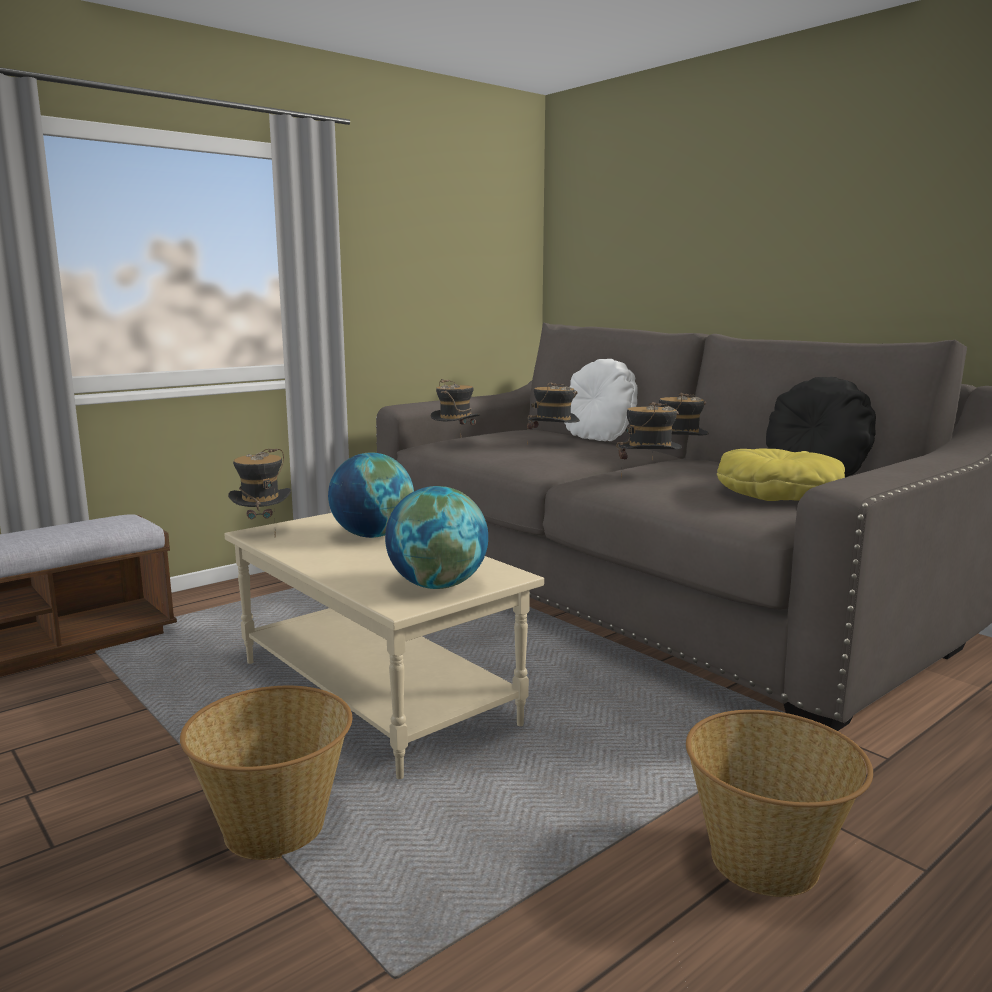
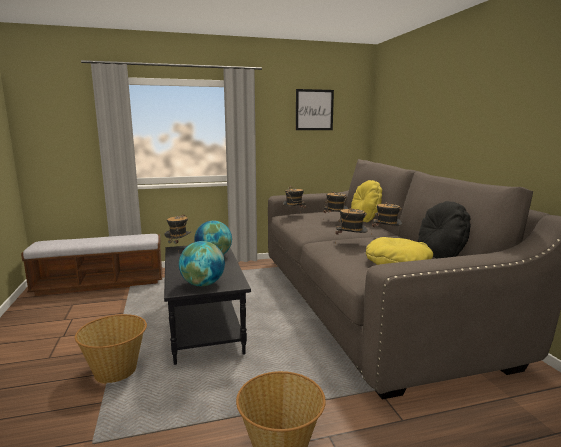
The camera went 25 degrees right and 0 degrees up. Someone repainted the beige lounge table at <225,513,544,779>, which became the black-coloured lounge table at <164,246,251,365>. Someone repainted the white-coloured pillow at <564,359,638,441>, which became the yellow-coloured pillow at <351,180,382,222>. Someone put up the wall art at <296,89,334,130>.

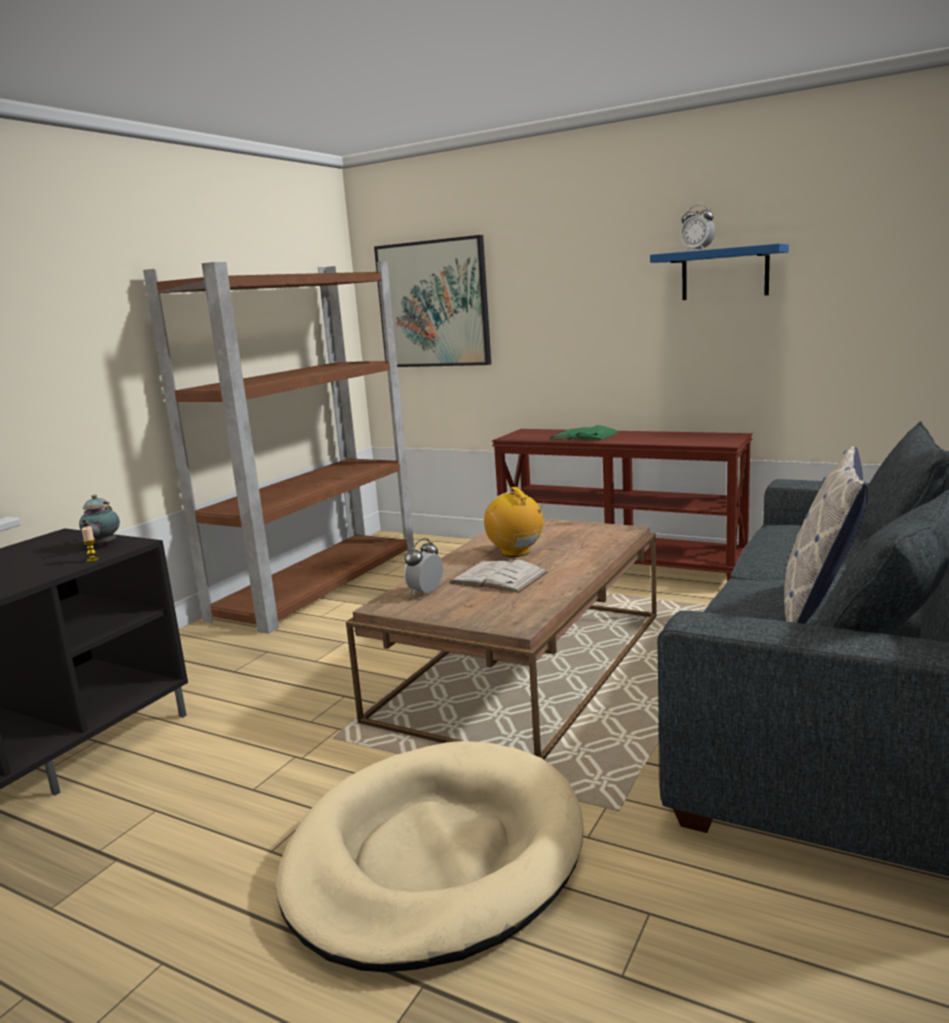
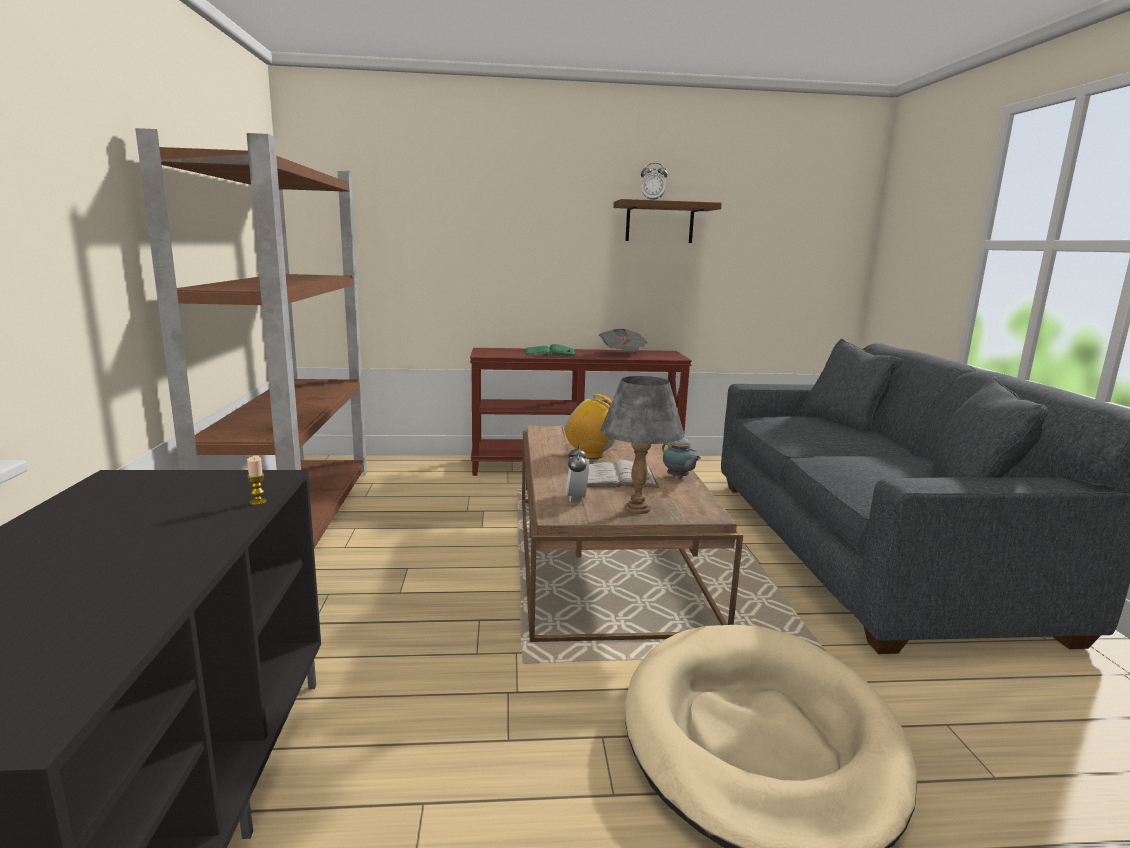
The camera went 35 degrees left and 0 degrees up. Someone carried the teapot from <79,495,120,546> to <662,437,701,479>. Someone took away the wall art at <374,235,491,367>. Someone repainted the bluish shelf at <650,244,789,300>, which became the brownish shelf at <613,199,722,243>. Someone took away the pillow at <784,446,868,624>. Someone put down the newspaper at <599,329,647,351>. Someone put down the grey table lamp at <600,376,684,514>.

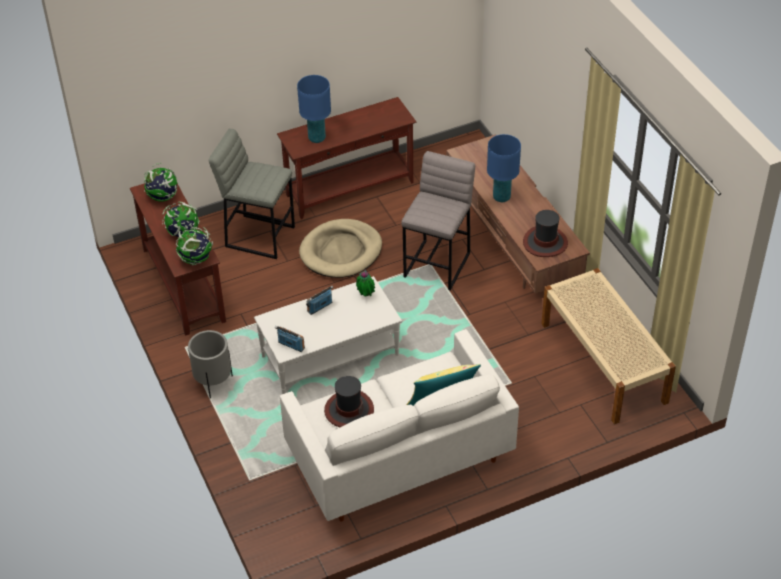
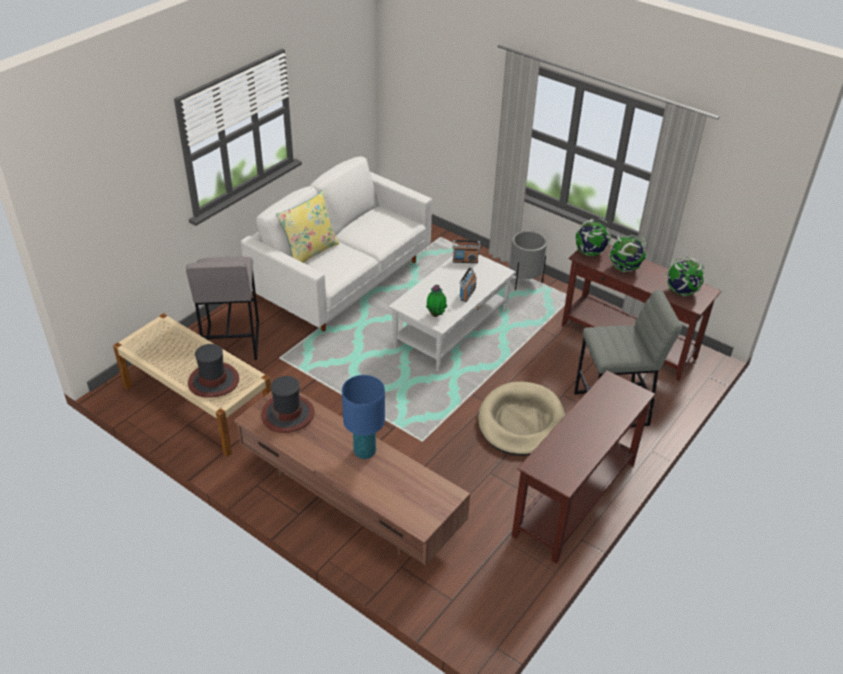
The camera went 150 degrees right and 5 degrees down. Someone took away the bluish table lamp at <297,75,331,143>. Someone carried the clothing hat from <324,376,374,427> to <188,344,239,398>. Someone carried the grey sitting stool from <401,151,475,291> to <186,257,259,360>.

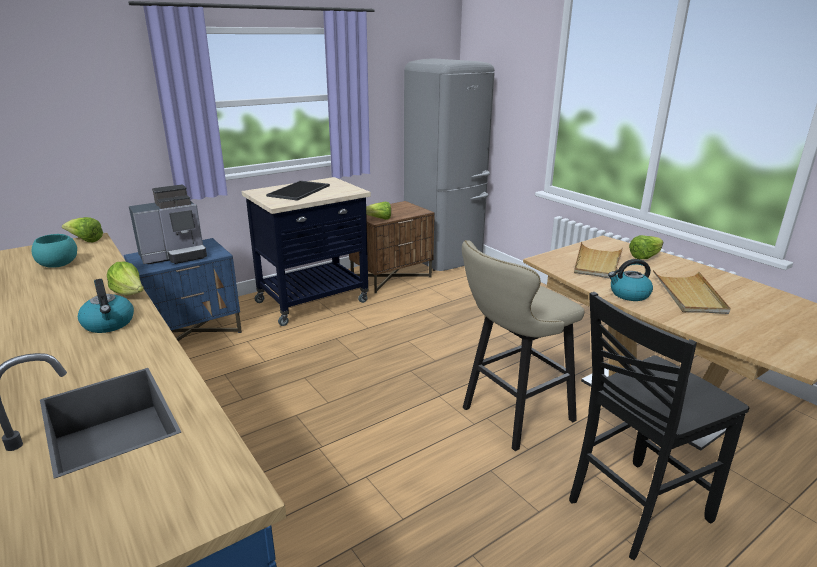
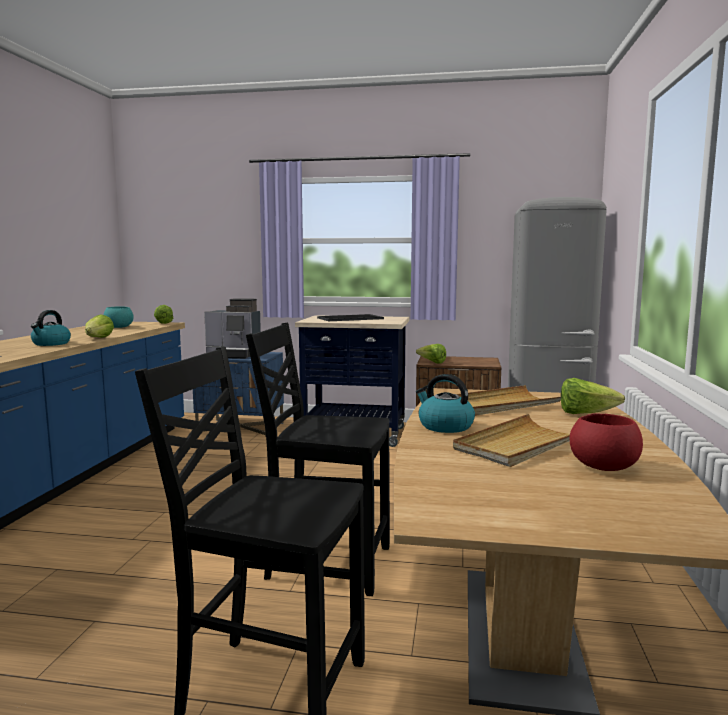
The camera went 45 degrees right and 15 degrees down. Someone swapped the beige sitting stool at <462,240,585,451> for the black-coloured plain chair at <246,323,390,596>. Someone put down the red serving bowl at <569,413,643,471>.

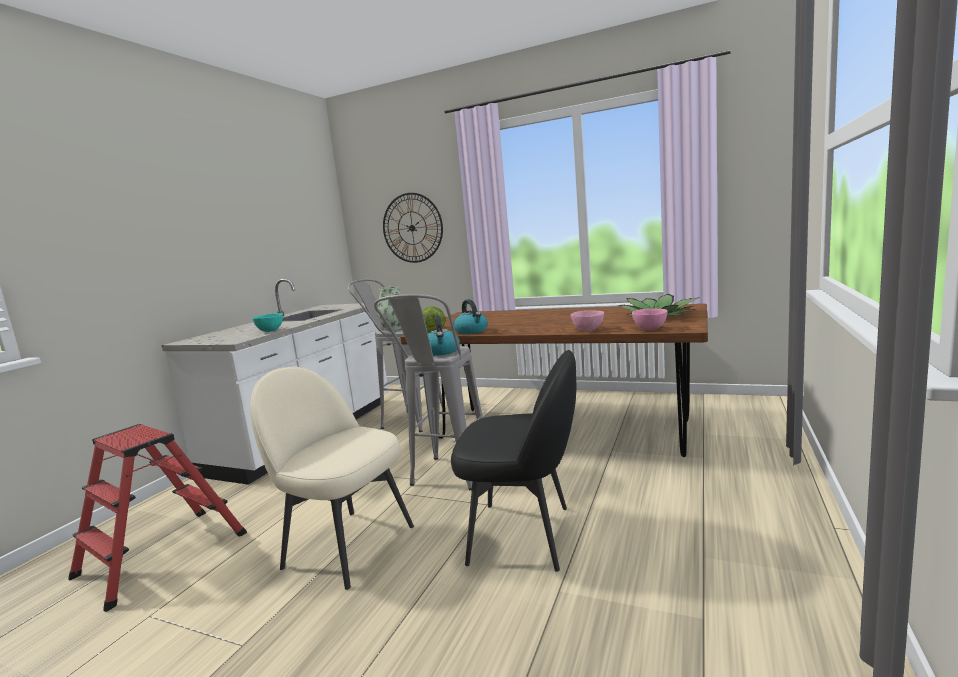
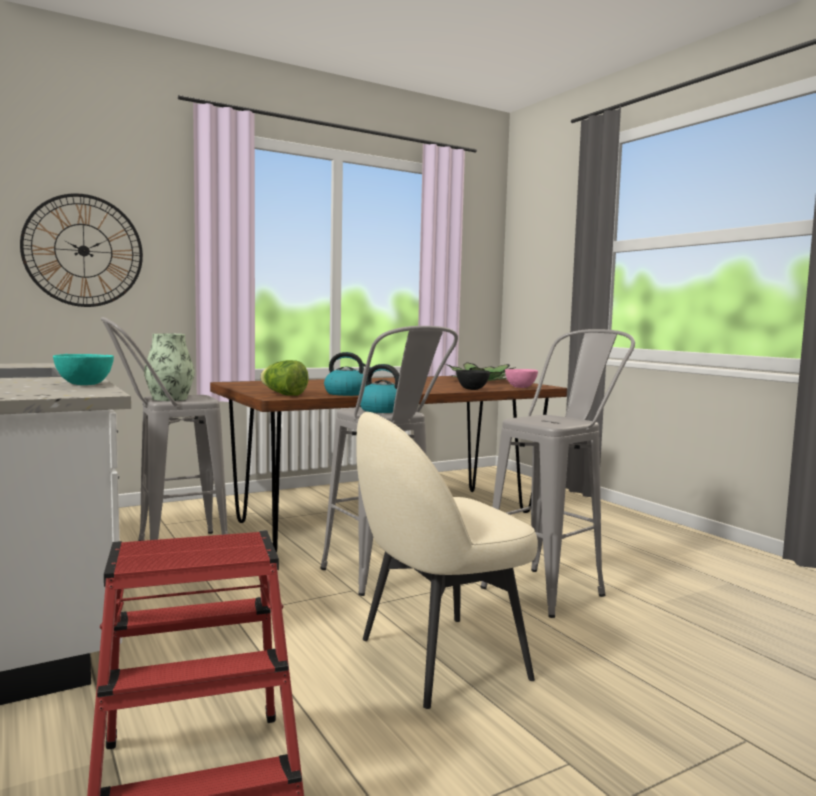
The camera went 55 degrees left and 5 degrees down. Someone swapped the black-coloured plain chair at <451,350,576,572> for the grey sitting stool at <481,329,635,618>. Someone repainted the pinkish serving bowl at <571,310,604,332>, which became the black-coloured serving bowl at <456,370,490,390>.

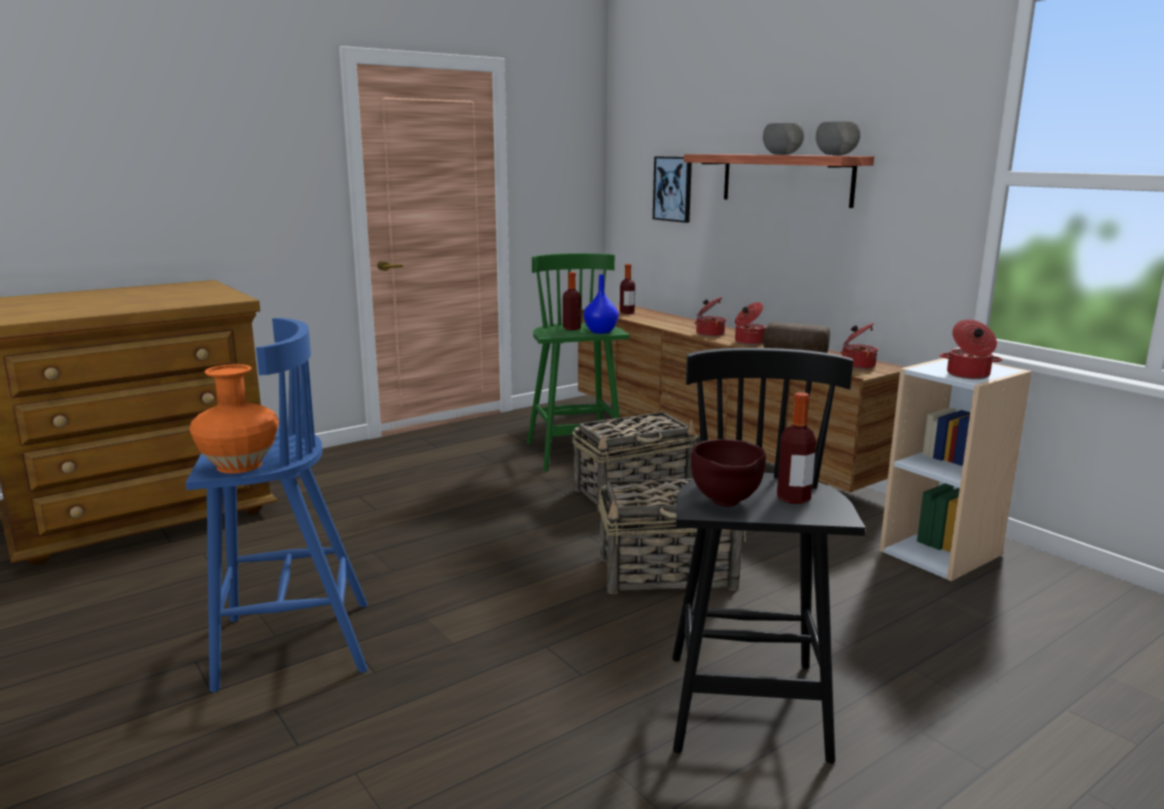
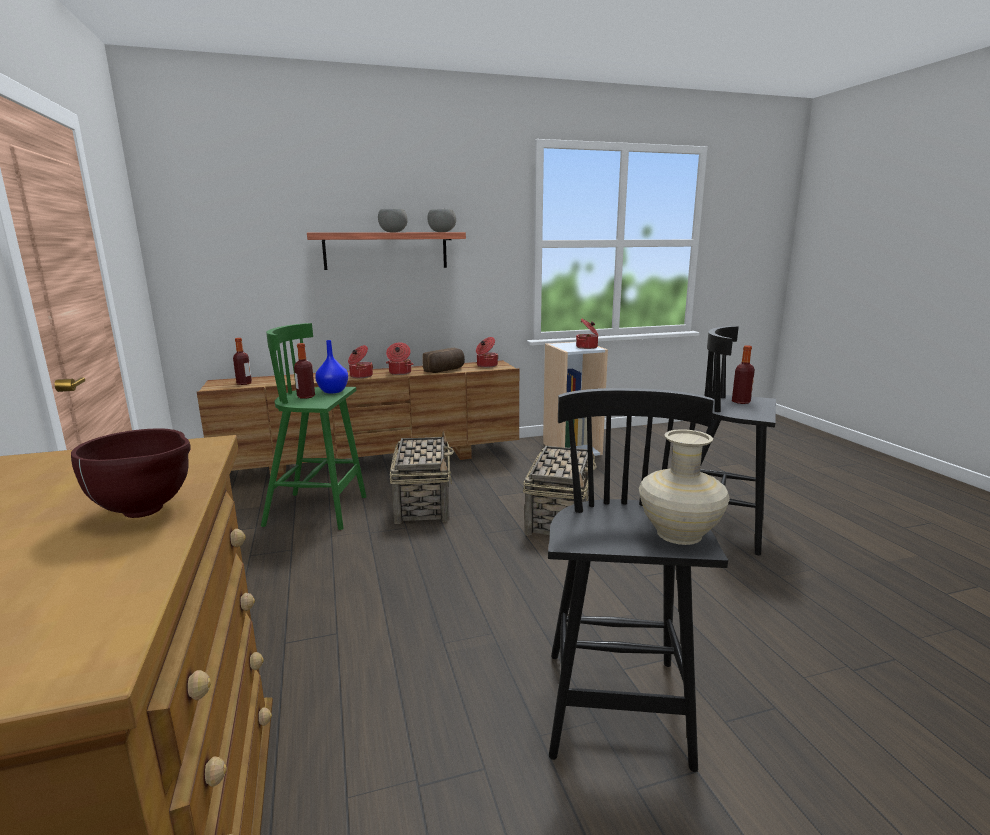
The camera went 70 degrees left and 0 degrees up. Someone repainted the bluish sitting stool at <185,318,368,692>, which became the black-coloured sitting stool at <548,388,728,772>. Someone repainted the orange-coloured decorative vase at <189,364,279,474>, which became the beige decorative vase at <639,429,730,545>. Someone took away the wall art at <653,156,692,223>. Someone carried the brownish serving bowl from <691,439,766,507> to <71,428,191,518>.

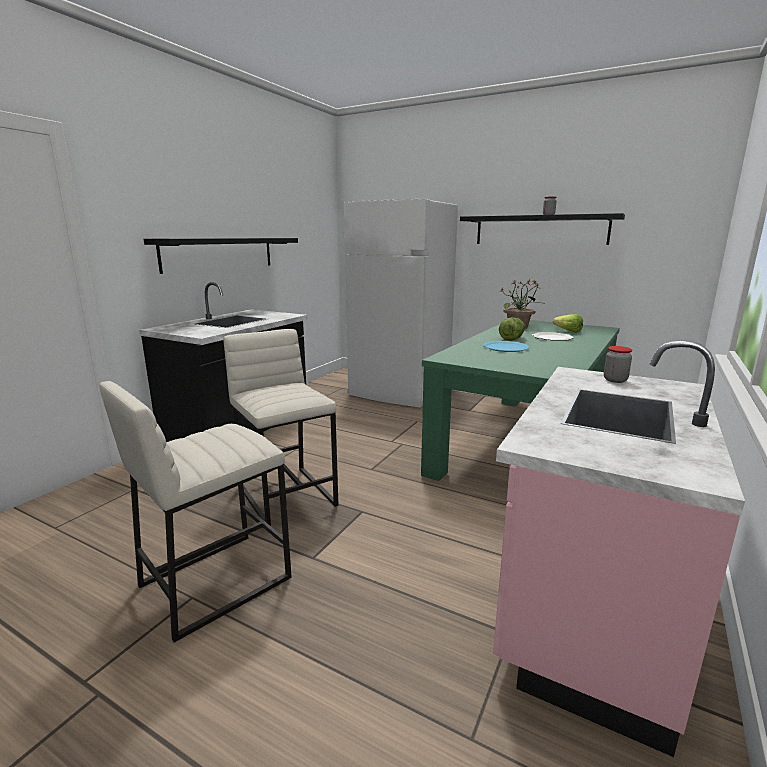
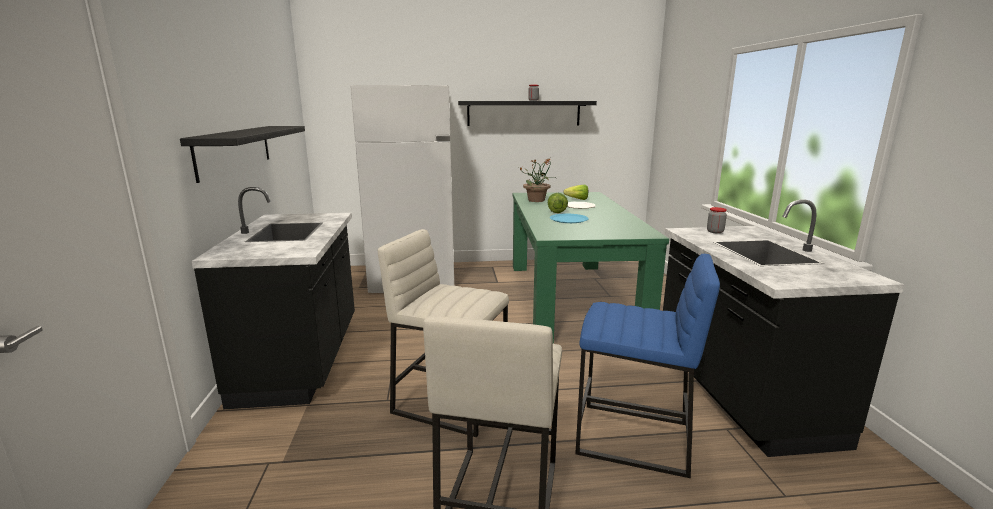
The camera went 35 degrees left and 0 degrees up. Someone repainted the pinkish counter at <493,341,745,757>, which became the black-coloured counter at <663,199,904,457>. Someone put down the bluish sitting stool at <575,254,720,478>.

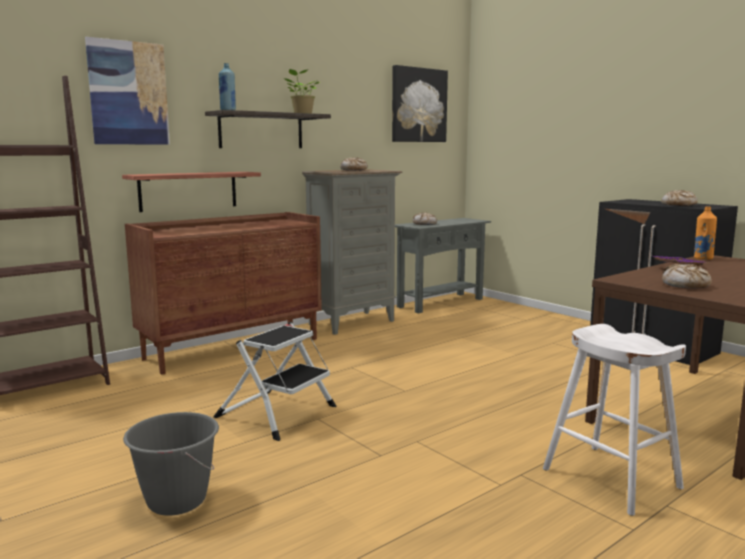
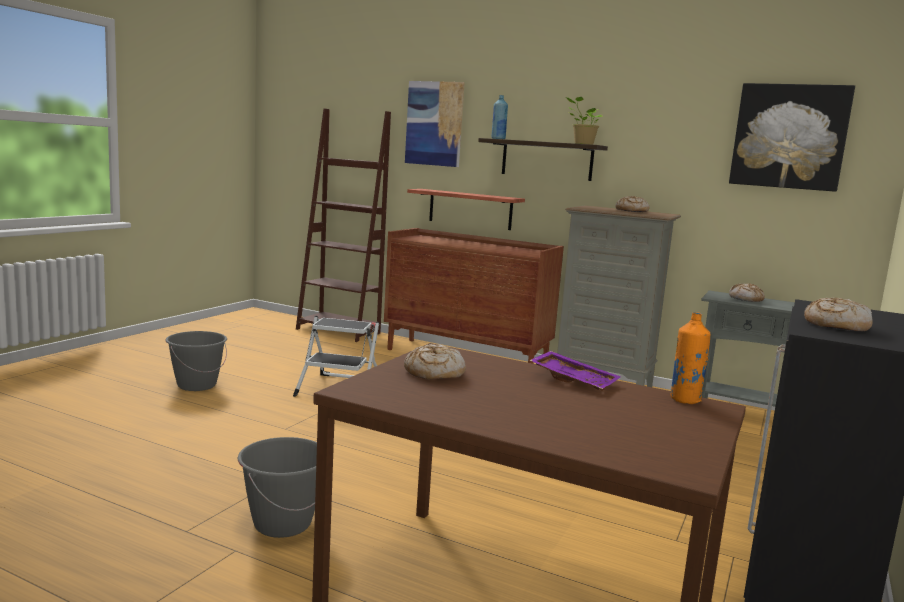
The camera went 65 degrees right and 0 degrees up. Someone swapped the white-coloured sitting stool at <543,324,686,516> for the grey pail at <238,437,317,538>.

